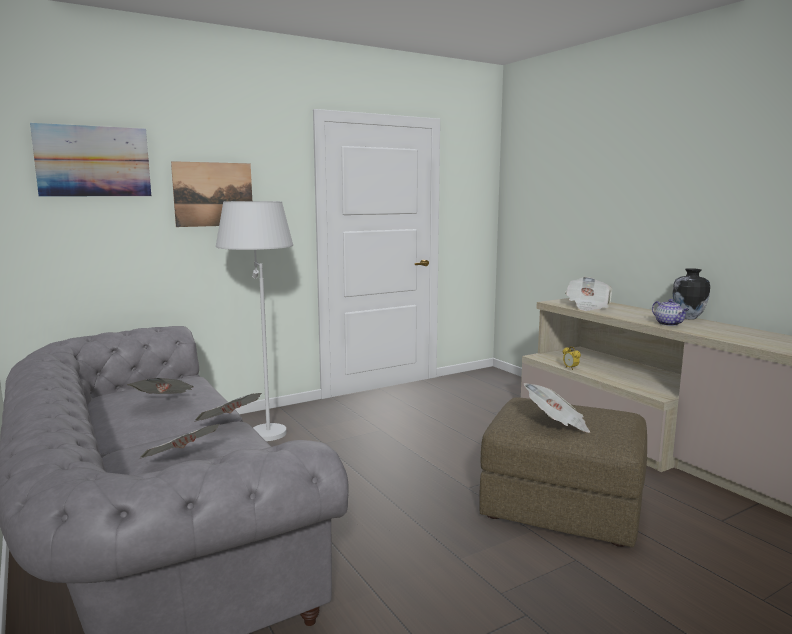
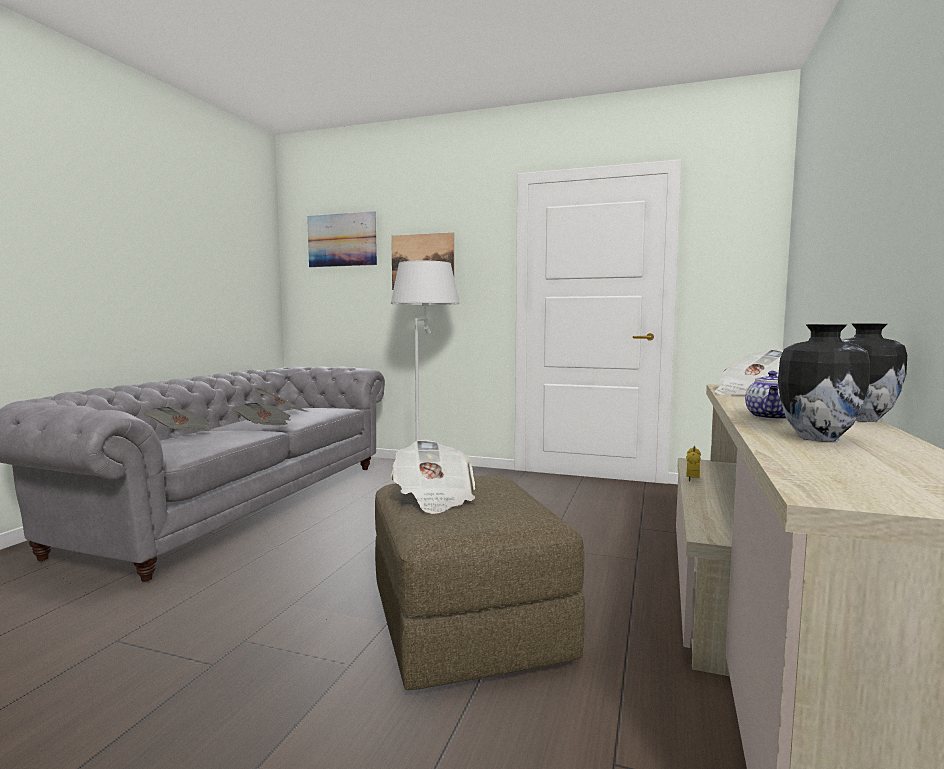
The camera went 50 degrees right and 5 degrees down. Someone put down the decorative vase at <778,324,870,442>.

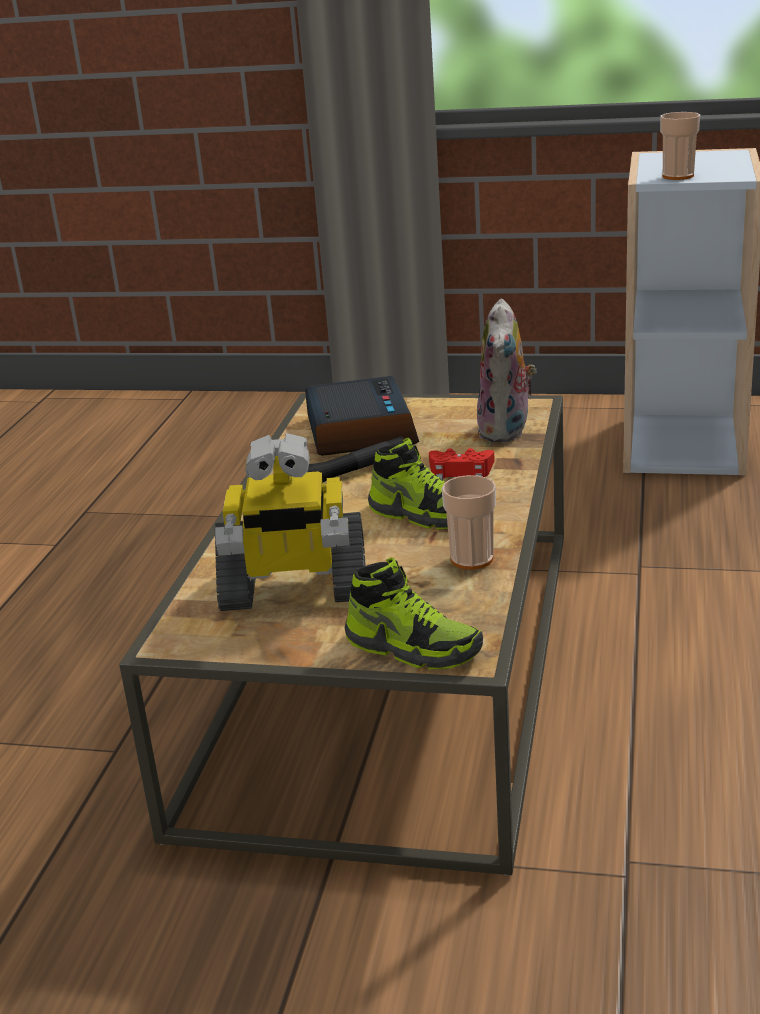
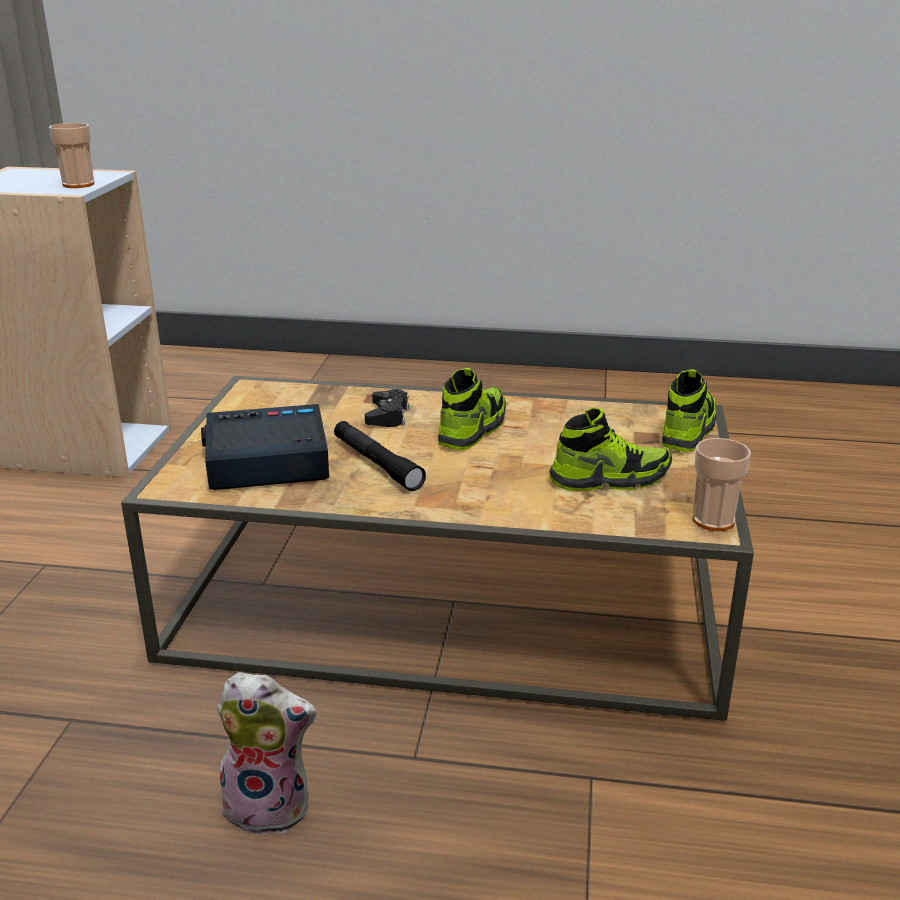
The camera went 95 degrees left and 0 degrees up. Someone swapped the toy robot at <215,433,366,611> for the low shoe at <550,407,672,491>. Someone repainted the red game controller at <429,448,495,481>, which became the black-coloured game controller at <365,389,409,427>. Someone carried the cup from <442,475,496,570> to <692,438,751,531>. Someone carried the plush toy from <477,299,537,443> to <215,672,316,835>.

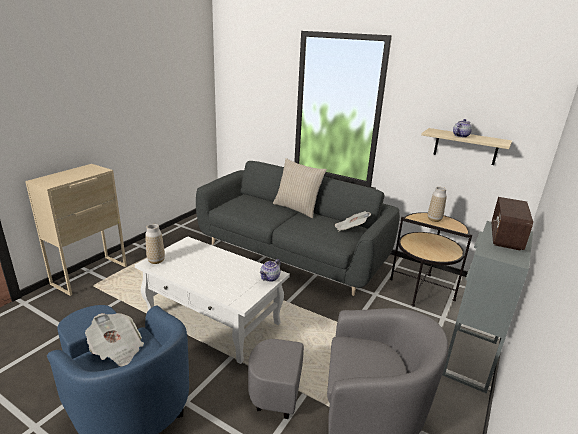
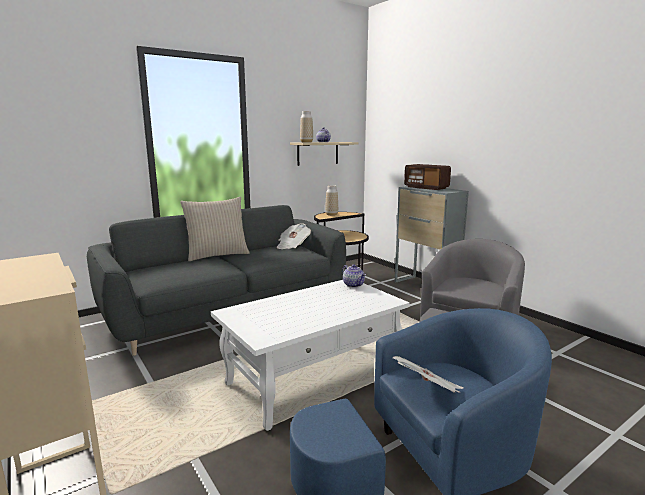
The camera went 65 degrees left and 10 degrees down. Someone carried the decorative vase from <145,224,165,264> to <300,111,313,143>.

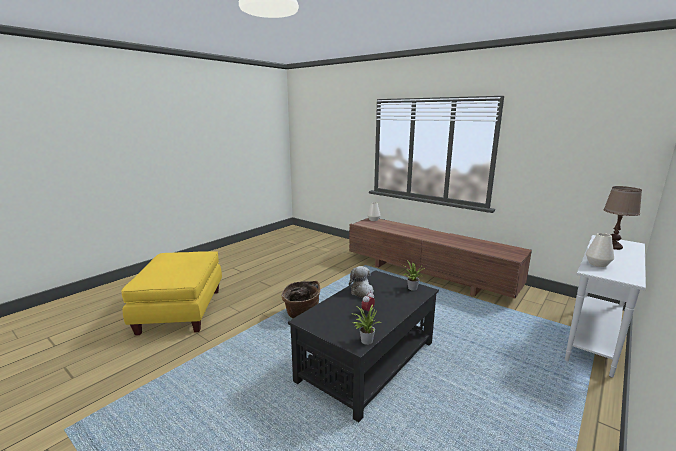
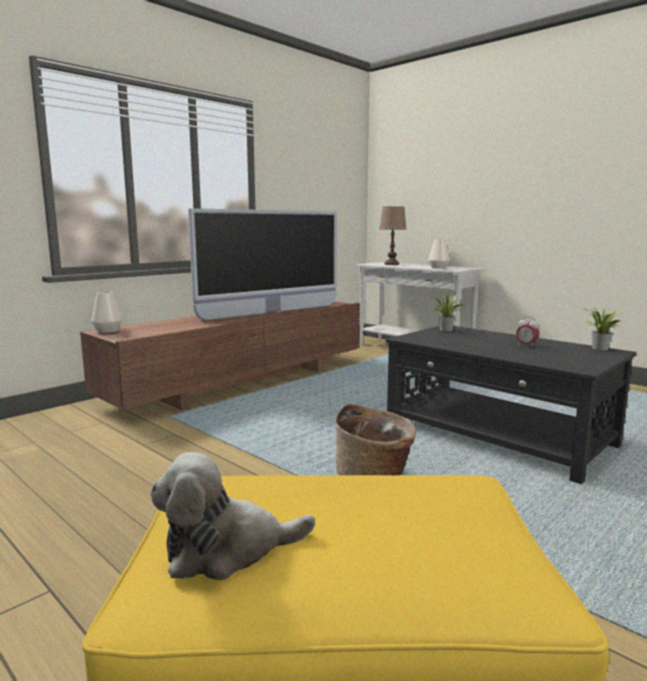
The camera went 85 degrees left and 5 degrees down. Someone carried the plush toy from <349,266,374,298> to <151,452,315,580>. Someone put down the television at <188,208,337,321>.

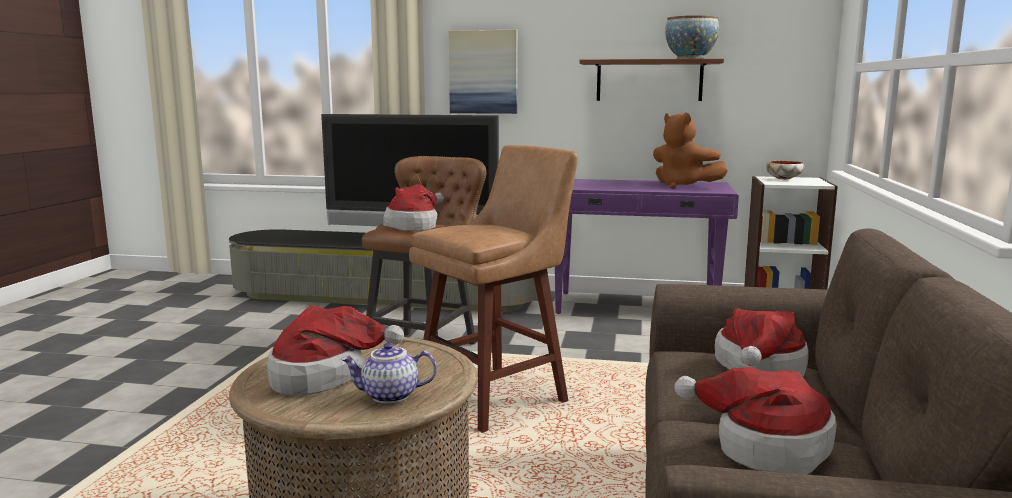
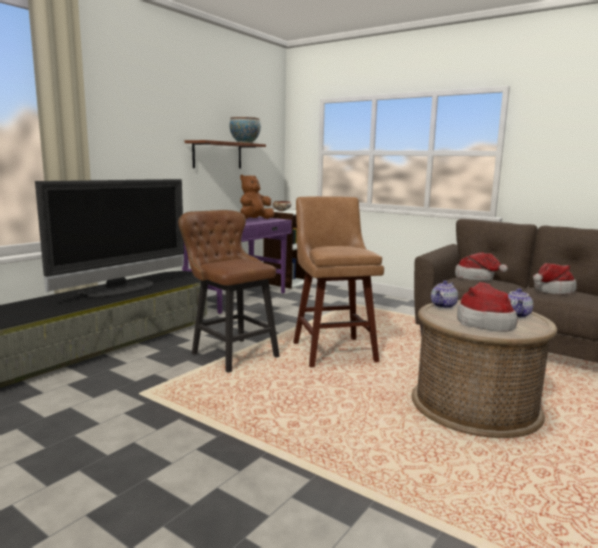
The camera went 65 degrees left and 0 degrees up. Someone took away the clothing hat at <383,184,444,231>. Someone took away the wall art at <448,30,518,114>. Someone rotated the brownish plush toy at <653,112,728,189> by 150 degrees clockwise. Someone put down the teapot at <431,281,458,308>.

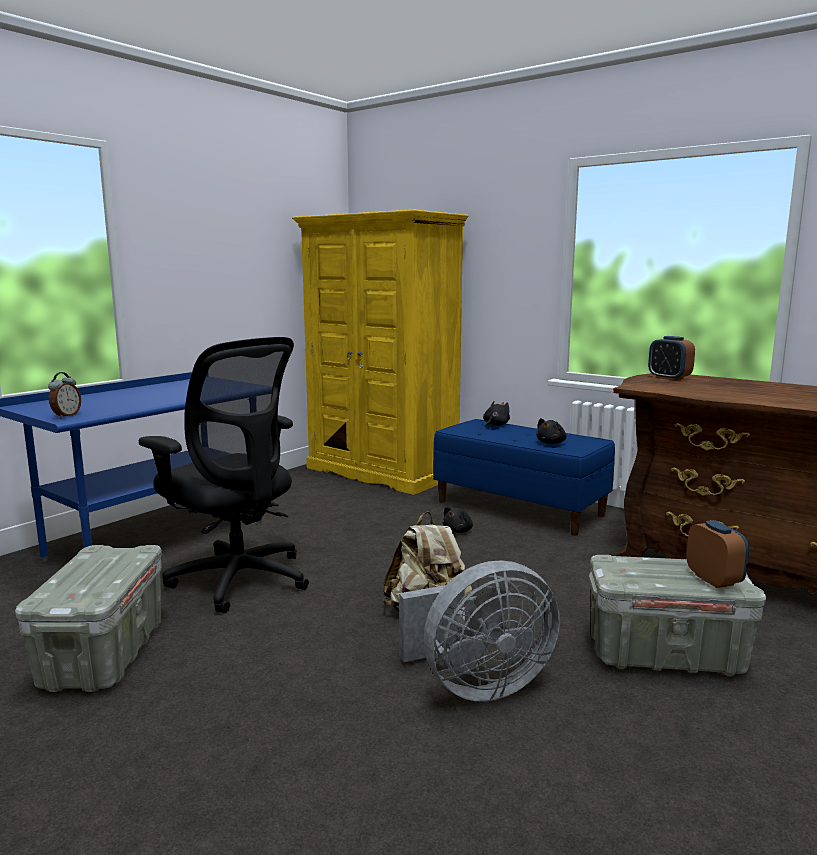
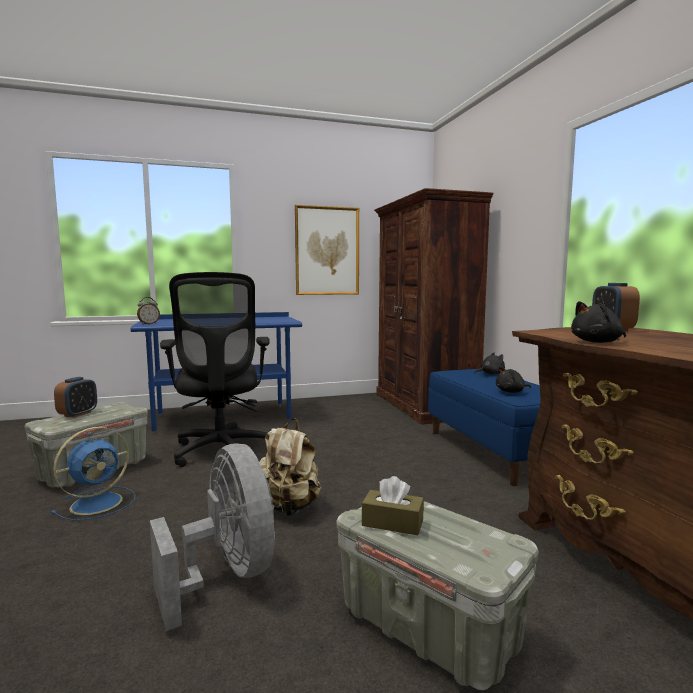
The camera went 35 degrees right and 5 degrees down. Someone repainted the yellow-coloured armoire at <292,210,469,495>, which became the brownish armoire at <374,188,494,425>. Someone rotated the grey fan at <399,561,560,702> by 135 degrees counterclockwise. Someone carried the black-coloured plush toy from <443,507,473,533> to <571,301,626,343>. Someone carried the bedside clock from <686,520,749,588> to <54,377,97,418>. Someone put down the bluish fan at <51,427,135,521>. Someone put up the wall art at <295,205,359,295>. Someone put down the brownish tissue box at <362,476,424,535>.

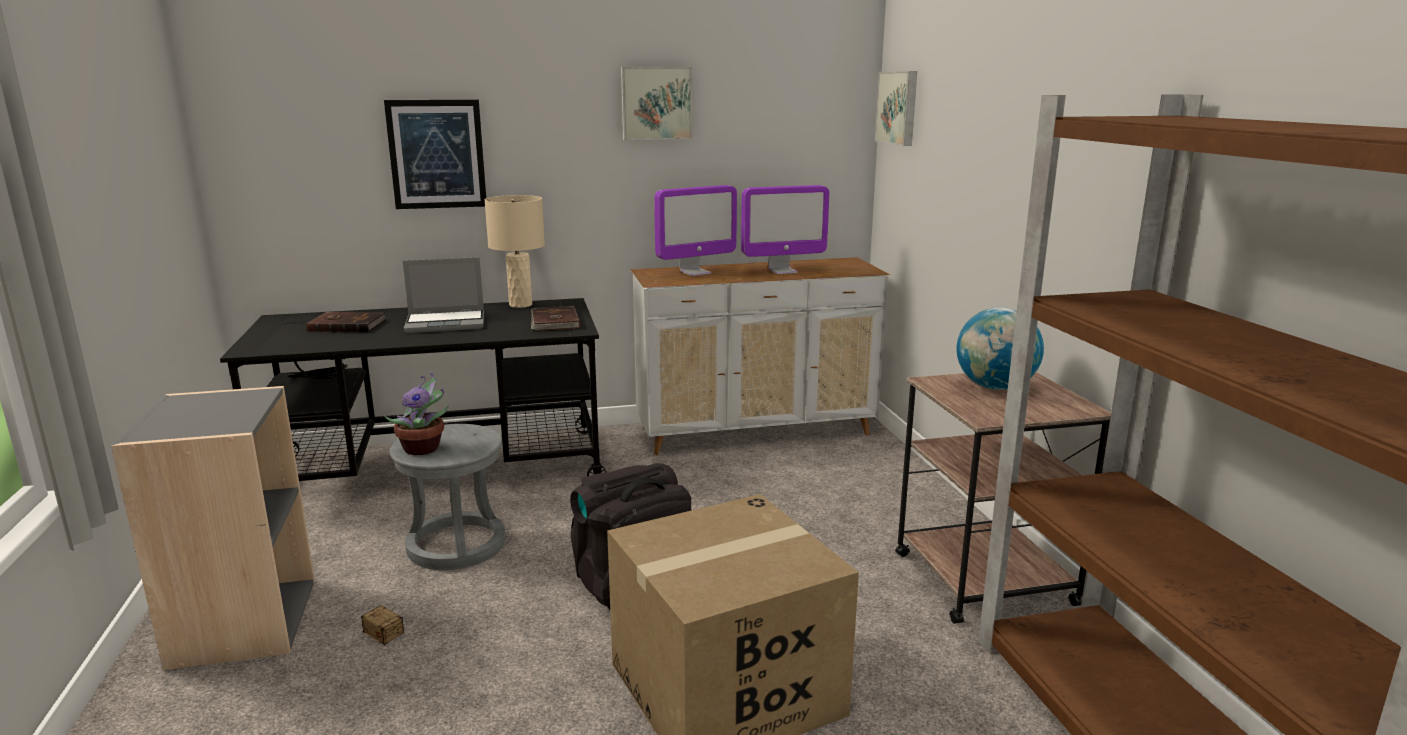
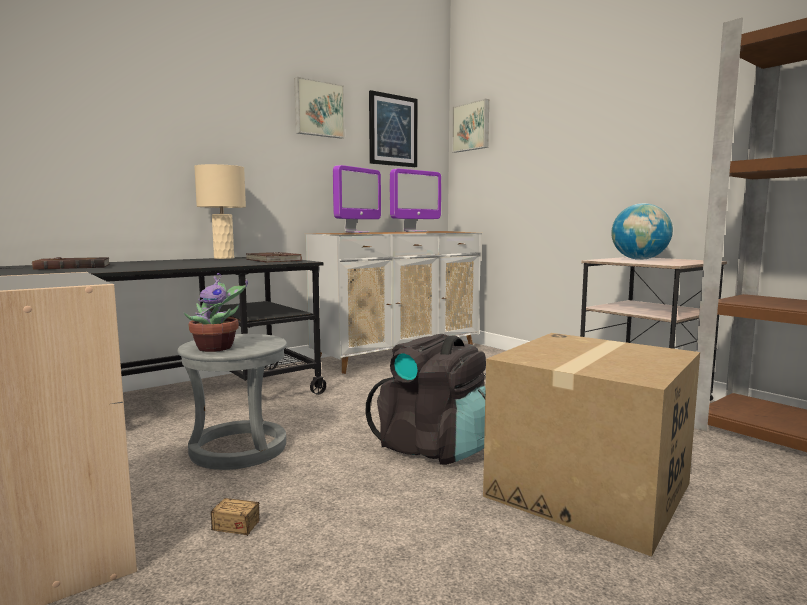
The camera went 25 degrees left and 10 degrees down. Someone carried the wall art from <384,99,486,209> to <369,90,417,167>. Someone took away the notebook computer at <403,257,484,333>.

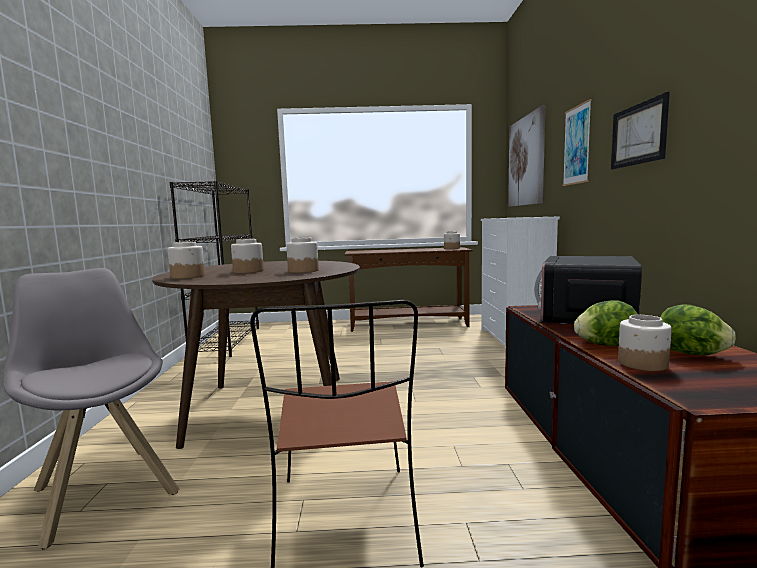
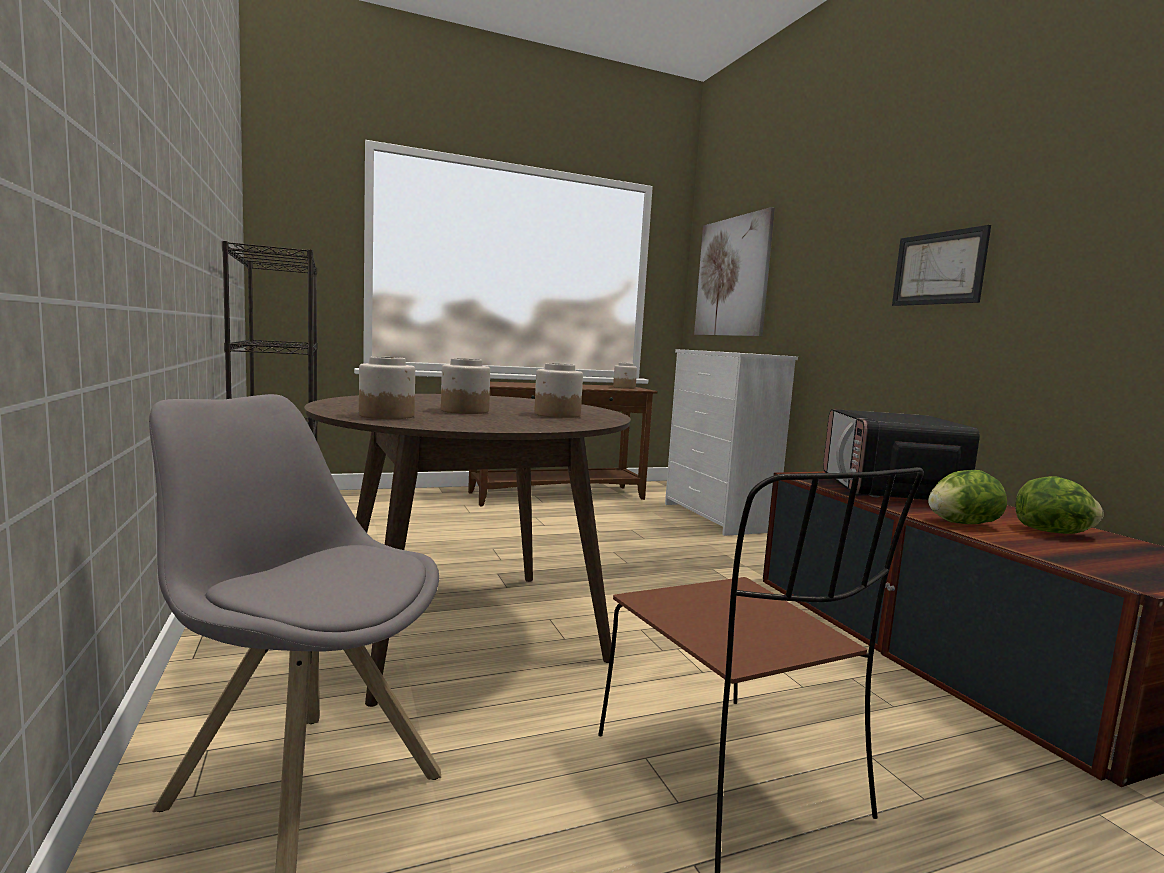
The camera went 20 degrees left and 0 degrees up. Someone took away the wall art at <563,99,592,186>. Someone took away the jar at <618,315,672,371>.

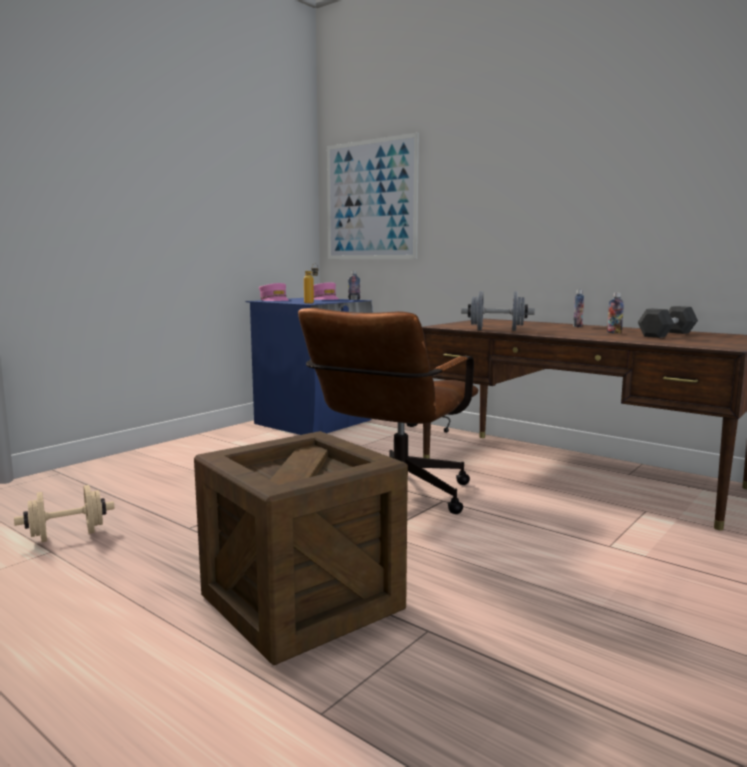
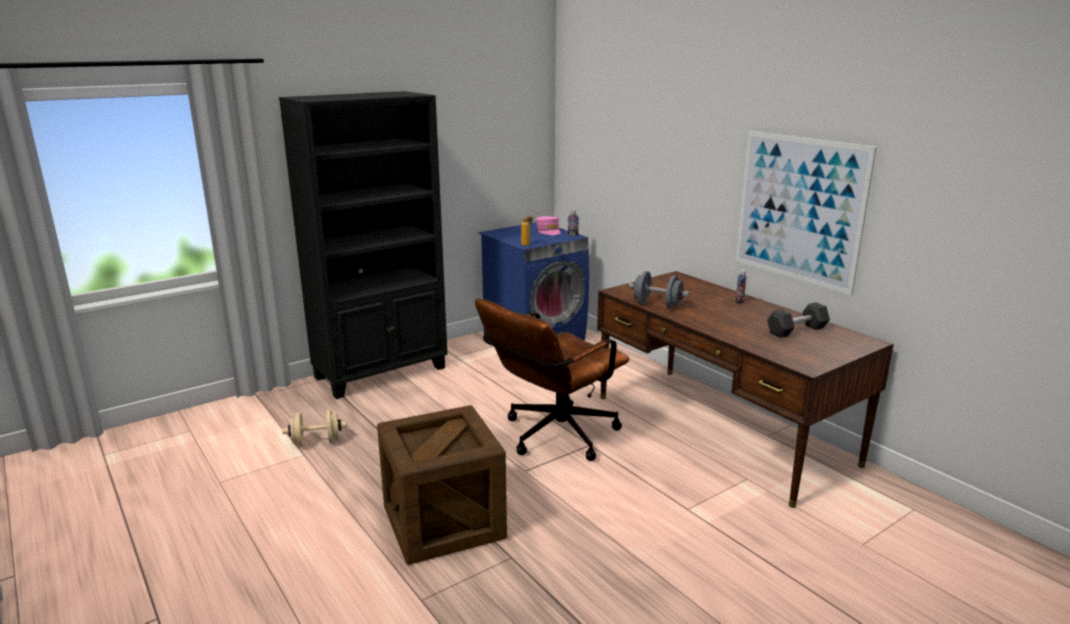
The camera went 15 degrees right and 10 degrees up. Someone took away the pinkish peaked cap at <259,283,289,301>. Someone carried the wall art from <327,132,419,259> to <736,131,877,295>. Someone took away the bottle at <607,293,624,334>. Someone put down the black-coloured shelving unit at <279,91,448,399>.

